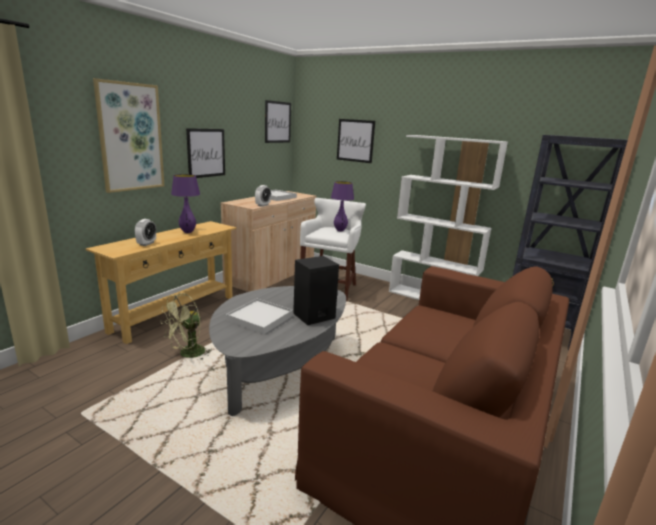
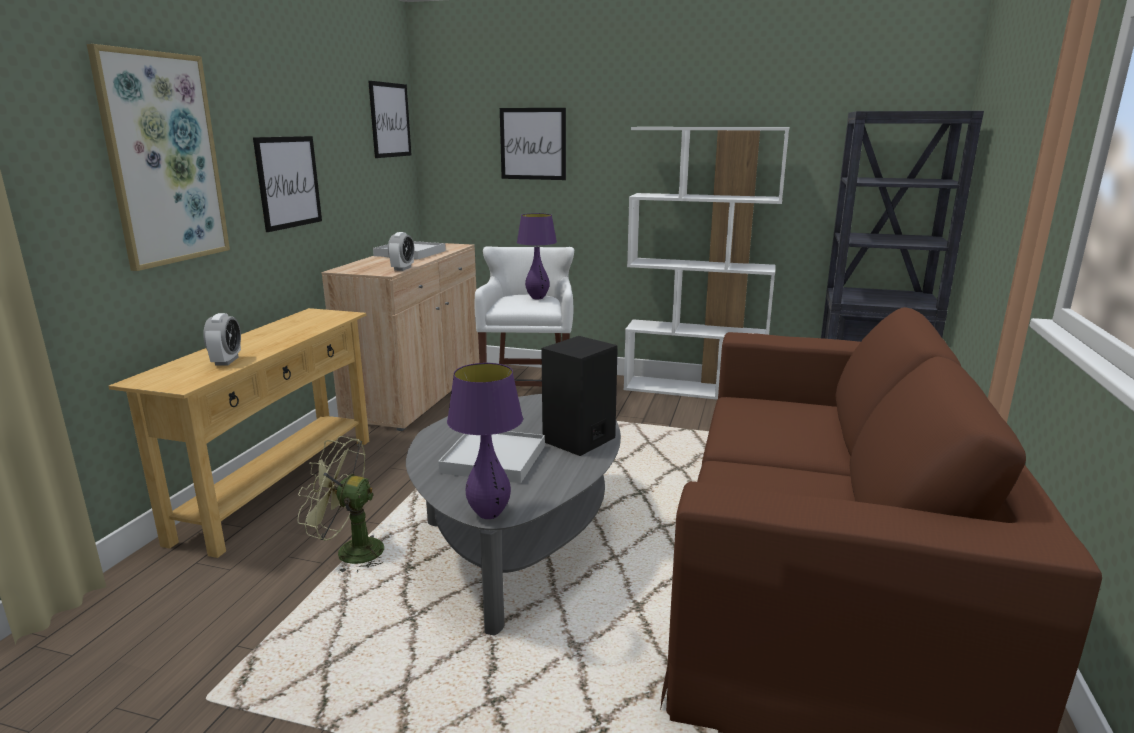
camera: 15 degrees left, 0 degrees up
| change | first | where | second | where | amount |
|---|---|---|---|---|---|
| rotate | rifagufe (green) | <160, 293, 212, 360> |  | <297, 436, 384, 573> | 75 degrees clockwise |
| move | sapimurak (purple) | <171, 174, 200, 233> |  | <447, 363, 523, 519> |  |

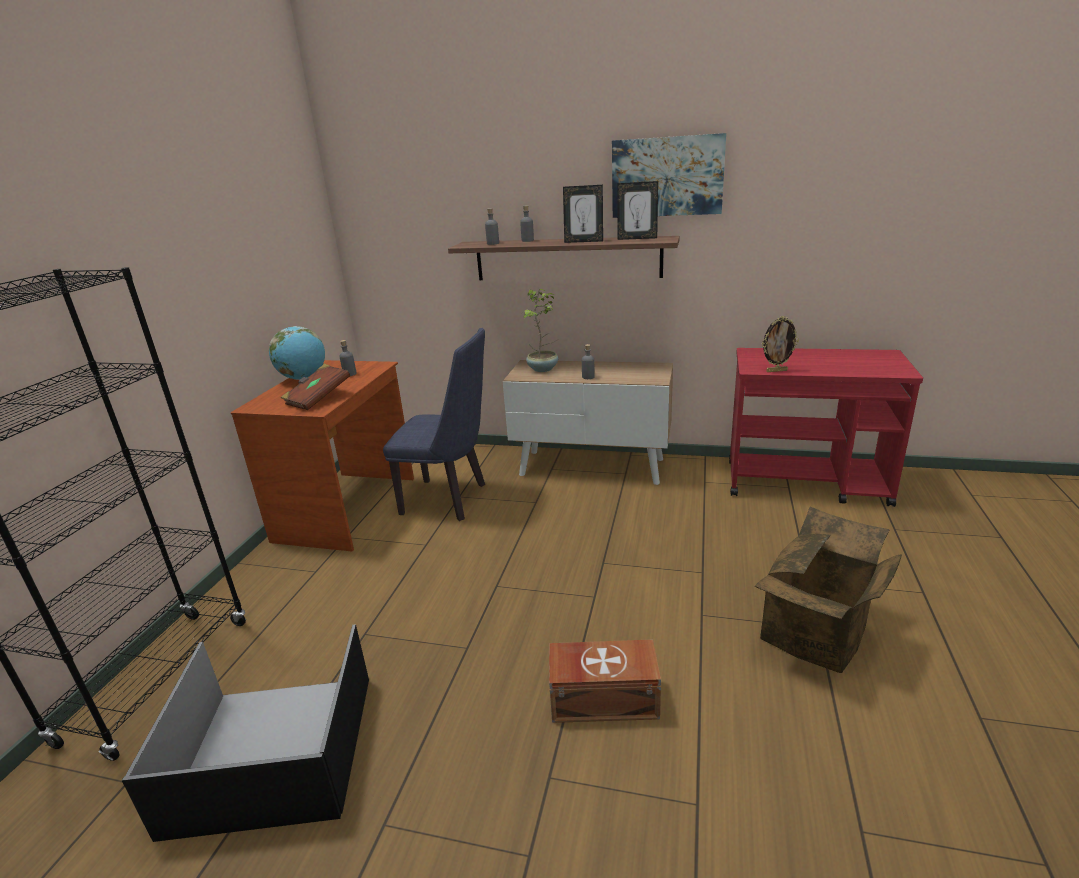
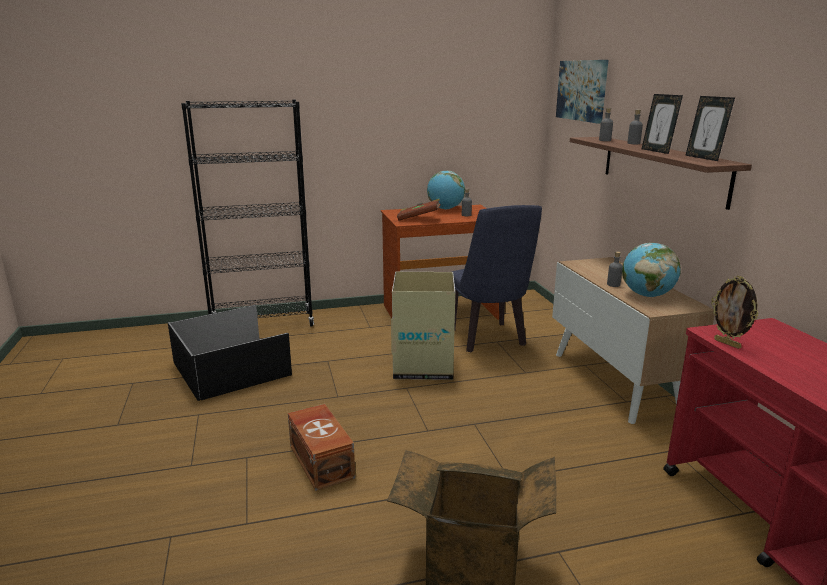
camera: 60 degrees right, 5 degrees down
| change | first | where | second | where | amount |
|---|---|---|---|---|---|
| delete | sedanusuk | <524, 289, 558, 372> |  |  |  |
| move | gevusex | <612, 133, 726, 218> |  | <556, 60, 608, 123> |  |
| insert |  |  | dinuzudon | <391, 272, 455, 380> |  |
| insert |  |  | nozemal | <622, 243, 681, 297> |  |

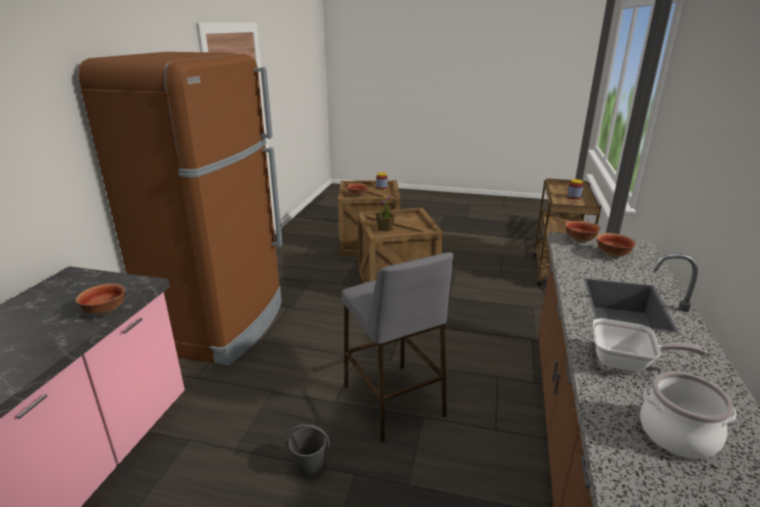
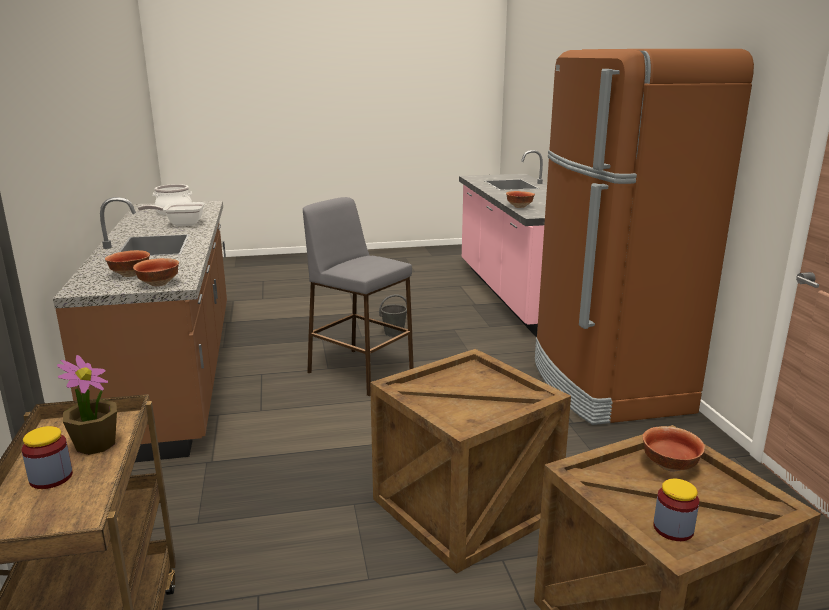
camera: 155 degrees right, 5 degrees down
| change | first | where | second | where | amount |
|---|---|---|---|---|---|
| move | sedanusuk | <376, 194, 395, 231> |  | <57, 355, 117, 455> |  |

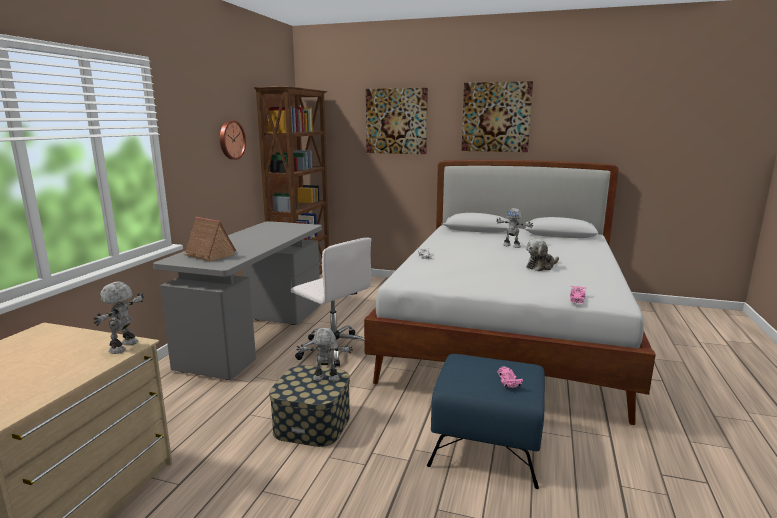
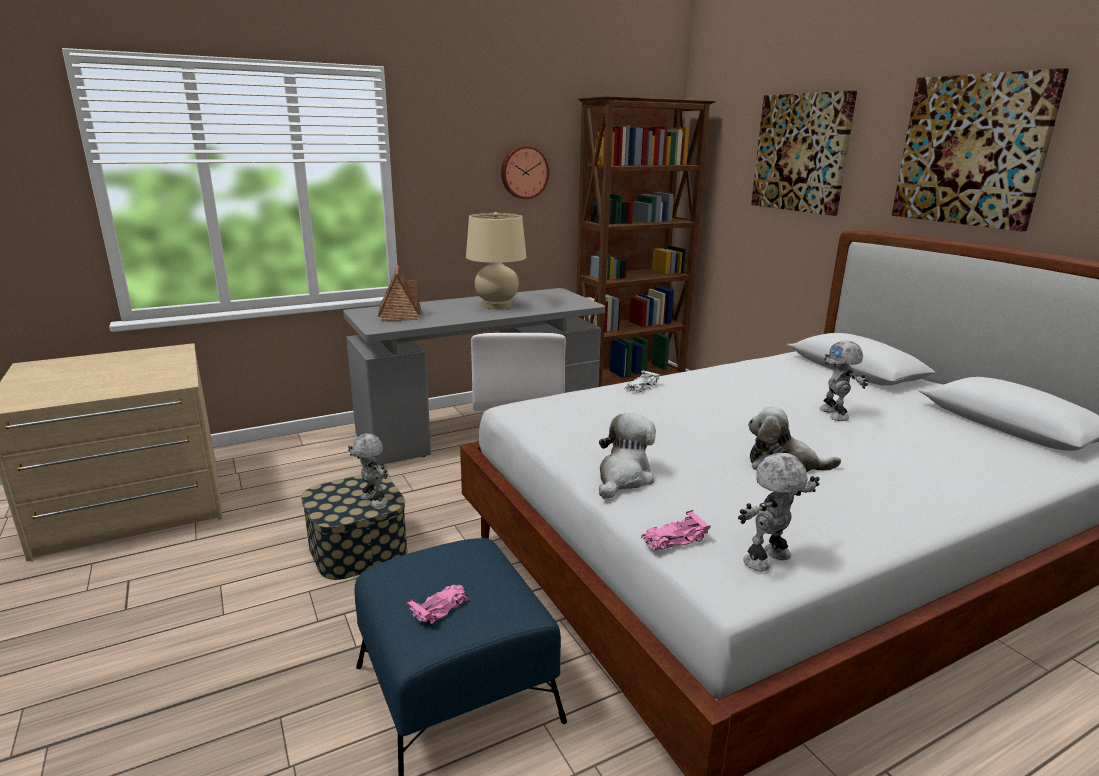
camera: 45 degrees right, 5 degrees up
| change | first | where | second | where | amount |
|---|---|---|---|---|---|
| move | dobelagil | <93, 282, 144, 354> |  | <738, 453, 820, 572> |  |
| insert |  |  | sapimurak (beige) | <466, 212, 527, 310> |  |
| insert |  |  | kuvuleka | <599, 413, 656, 499> |  |

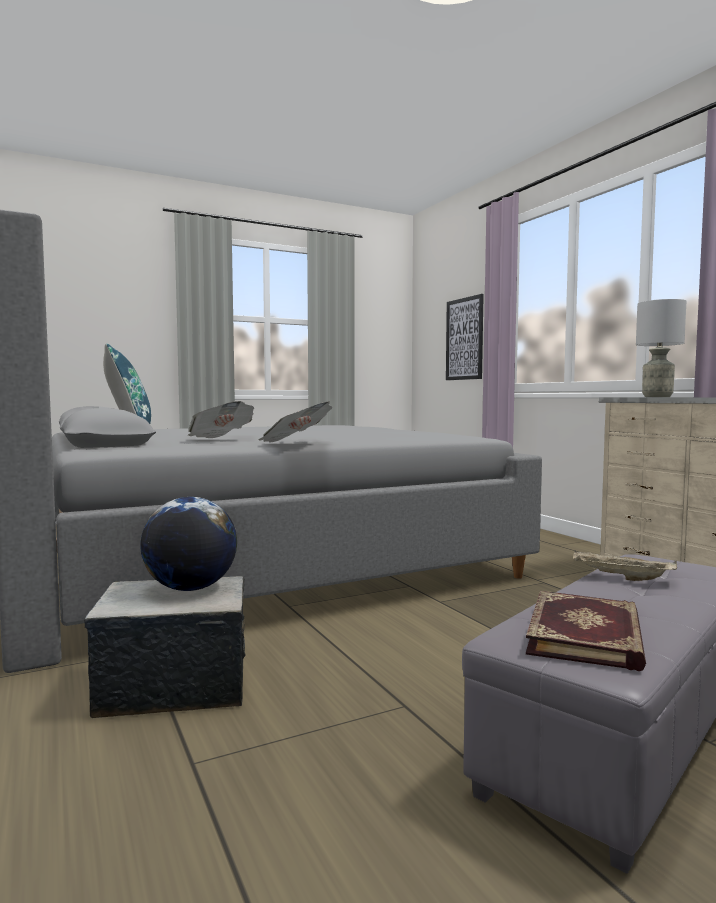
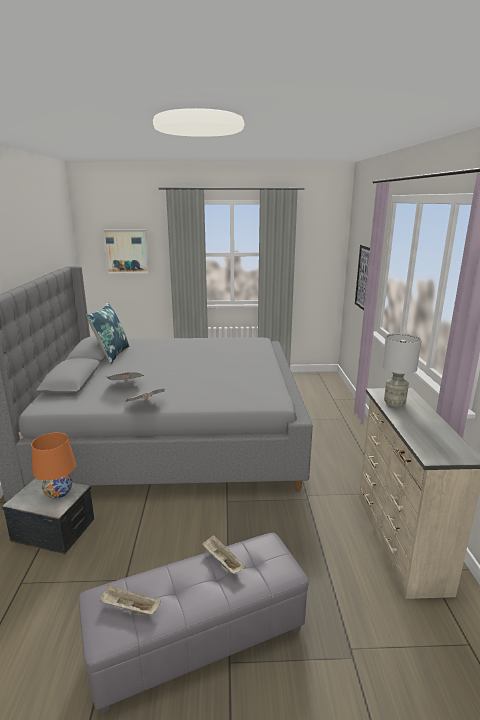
camera: 25 degrees right, 15 degrees up
| change | first | where | second | where | amount |
|---|---|---|---|---|---|
| replace | nozemal | <140, 497, 237, 591> | sapimurak (orange) | <31, 433, 76, 499> |  |
| replace | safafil | <526, 591, 646, 671> | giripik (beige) | <100, 585, 161, 614> |  |
| insert |  |  | gevusex | <103, 230, 150, 273> |  |

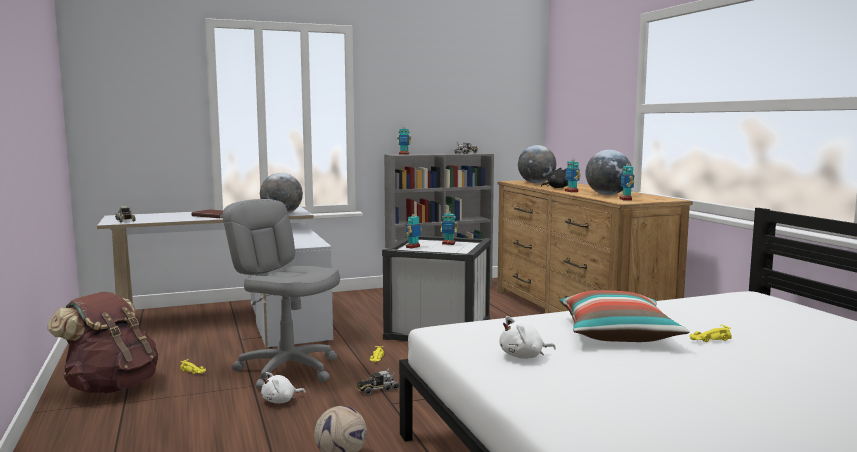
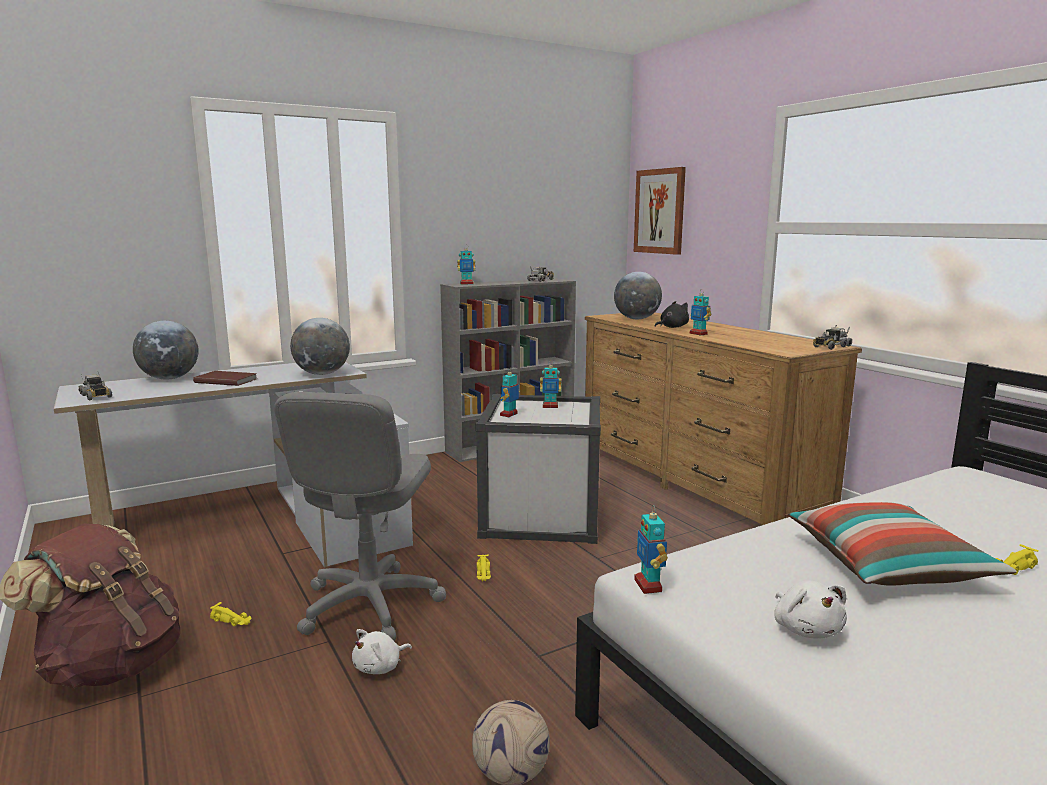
camera: 10 degrees left, 5 degrees up
| change | first | where | second | where | amount |
|---|---|---|---|---|---|
| rotate | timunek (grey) | <222, 199, 340, 389> |  | <274, 391, 446, 641> | 105 degrees counterclockwise |
| move | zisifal | <356, 368, 399, 395> |  | <813, 325, 852, 350> |  |
| rotate | kuvuleka (white) | <499, 316, 556, 359> |  | <774, 580, 847, 639> | 75 degrees counterclockwise |
| move | nozemal | <585, 150, 631, 195> |  | <133, 321, 199, 379> |  |
| move | dobelagil | <619, 163, 634, 200> |  | <634, 505, 668, 594> |  |
| insert |  |  | gevusex | <634, 167, 686, 255> |  |

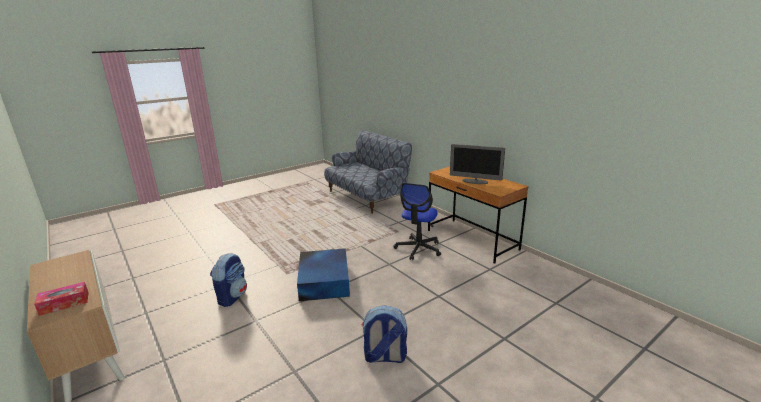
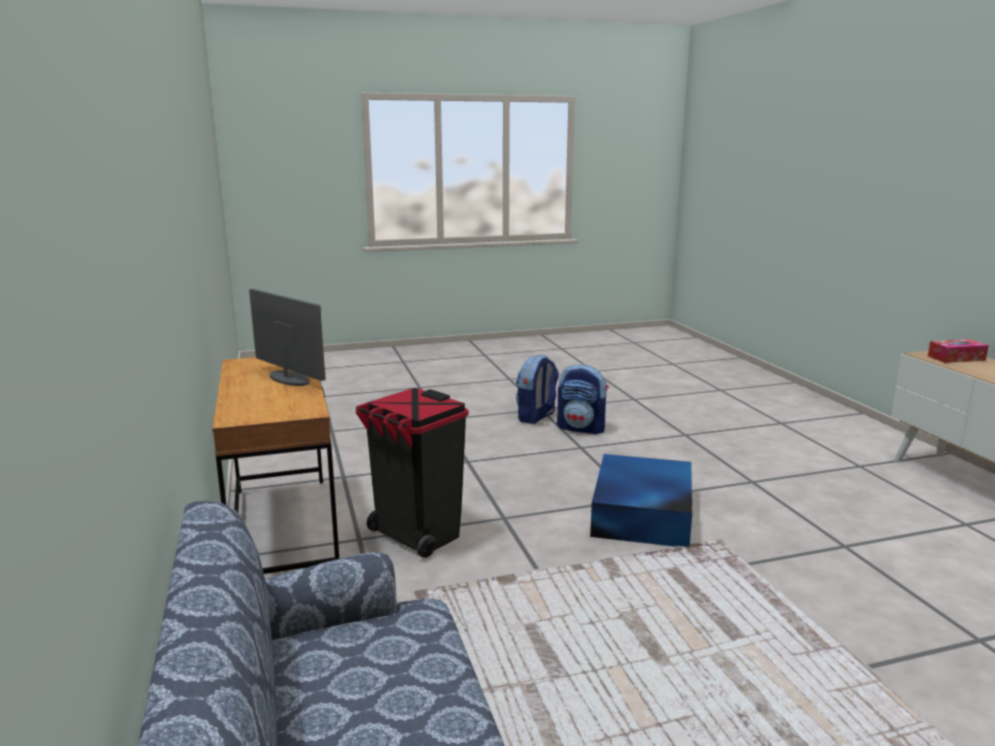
camera: 160 degrees left, 5 degrees down
| change | first | where | second | where | amount |
|---|---|---|---|---|---|
| move | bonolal | <210, 253, 247, 307> |  | <516, 355, 559, 424> |  |
| replace | timunek | <393, 183, 441, 260> | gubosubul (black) | <356, 388, 469, 558> |  |

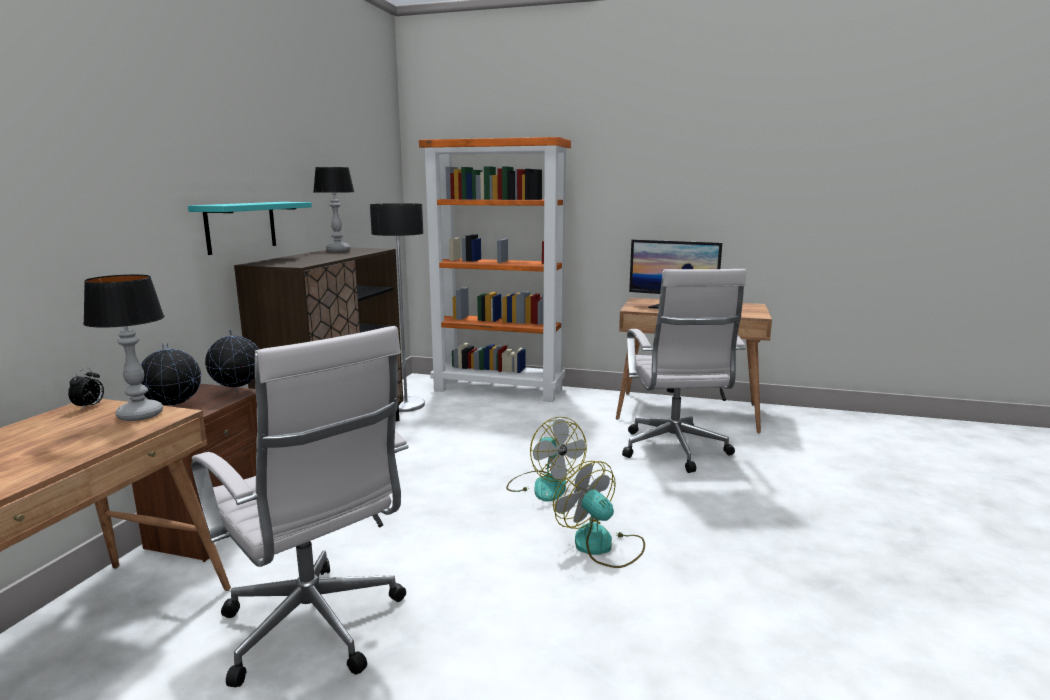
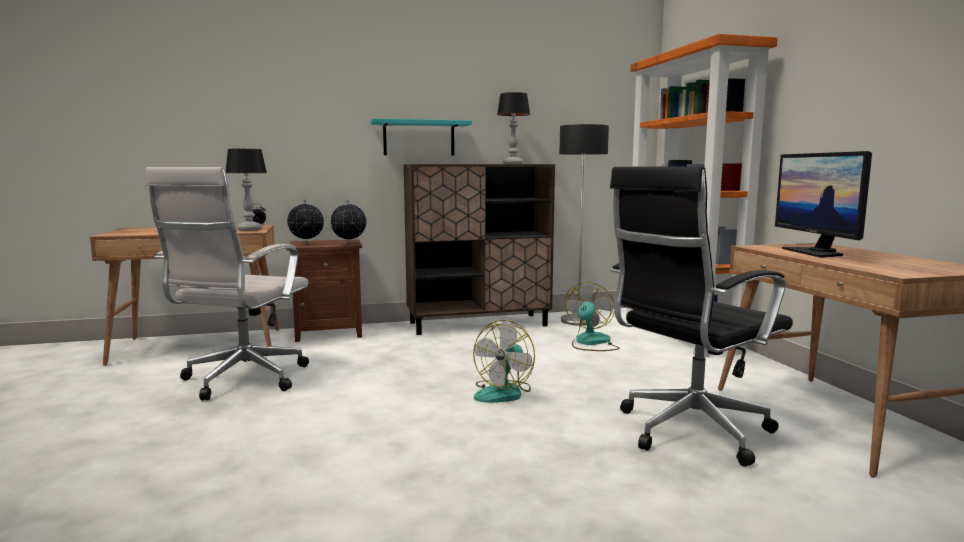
camera: 60 degrees right, 5 degrees down
| change | first | where | second | where | amount |
|---|---|---|---|---|---|
| move | rifagufe | <553, 461, 645, 568> |  | <565, 282, 620, 351> |  |
| recolor | timunek (white) | <622, 269, 746, 473> | timunek (black) | <610, 166, 793, 467> |  |

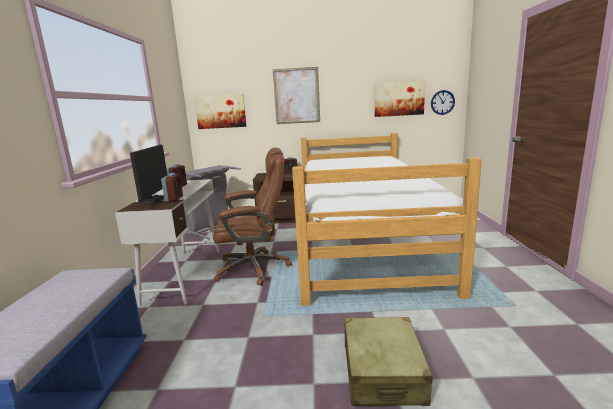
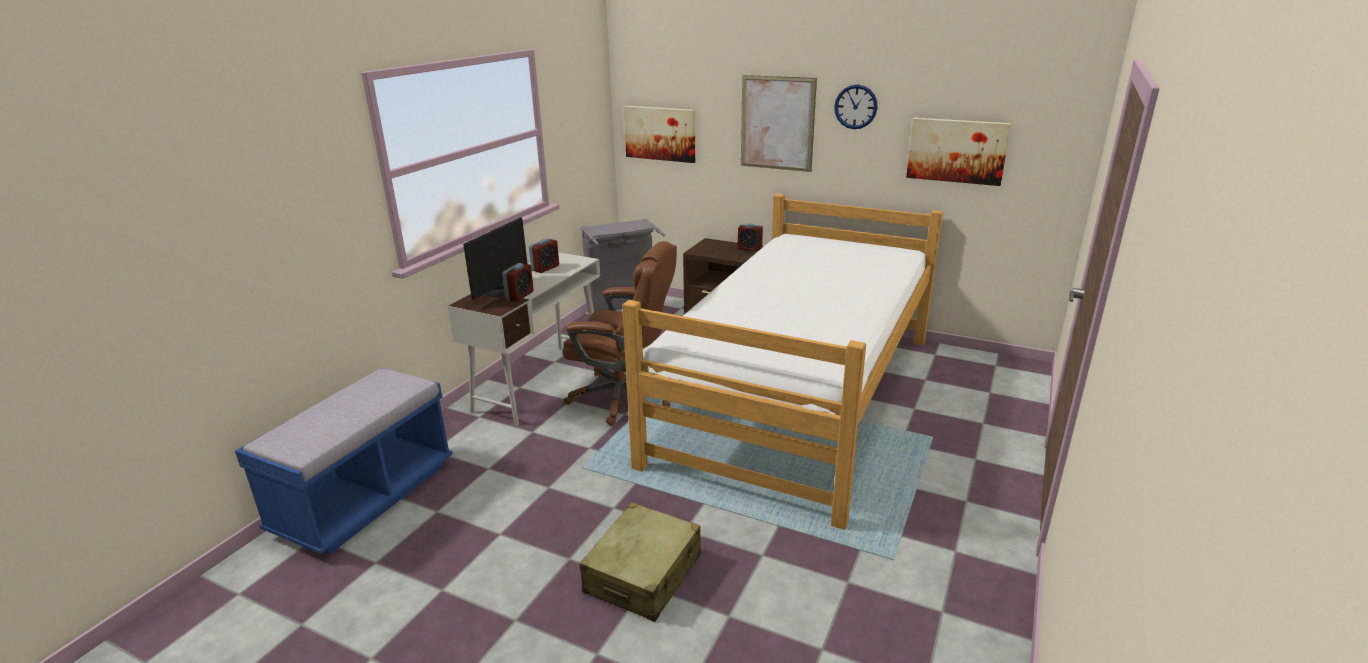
camera: 25 degrees right, 10 degrees up
| change | first | where | second | where | amount |
|---|---|---|---|---|---|
| move | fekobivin | <431, 90, 455, 115> |  | <834, 85, 877, 129> |  |

